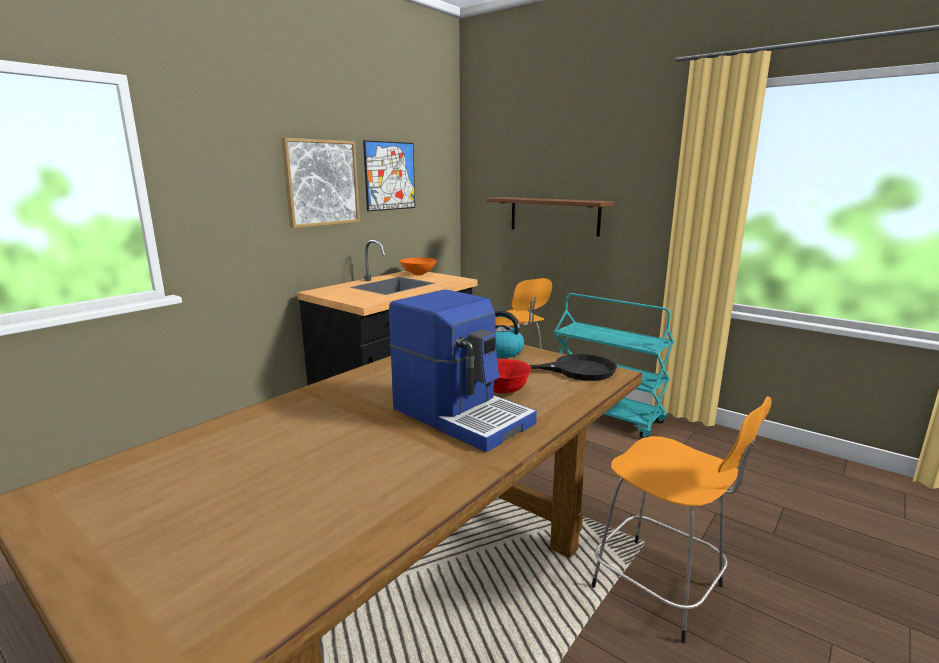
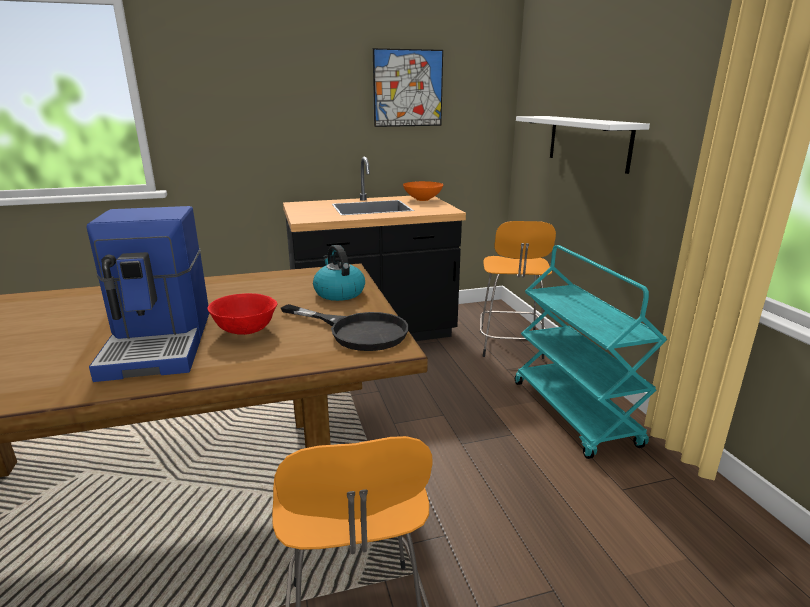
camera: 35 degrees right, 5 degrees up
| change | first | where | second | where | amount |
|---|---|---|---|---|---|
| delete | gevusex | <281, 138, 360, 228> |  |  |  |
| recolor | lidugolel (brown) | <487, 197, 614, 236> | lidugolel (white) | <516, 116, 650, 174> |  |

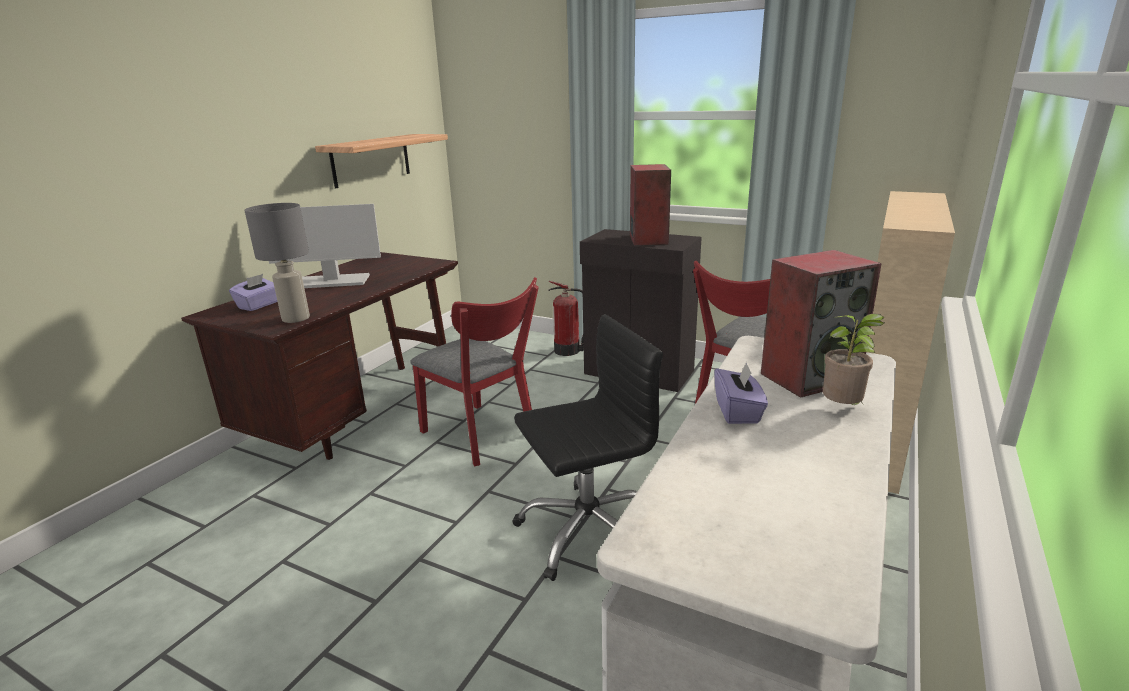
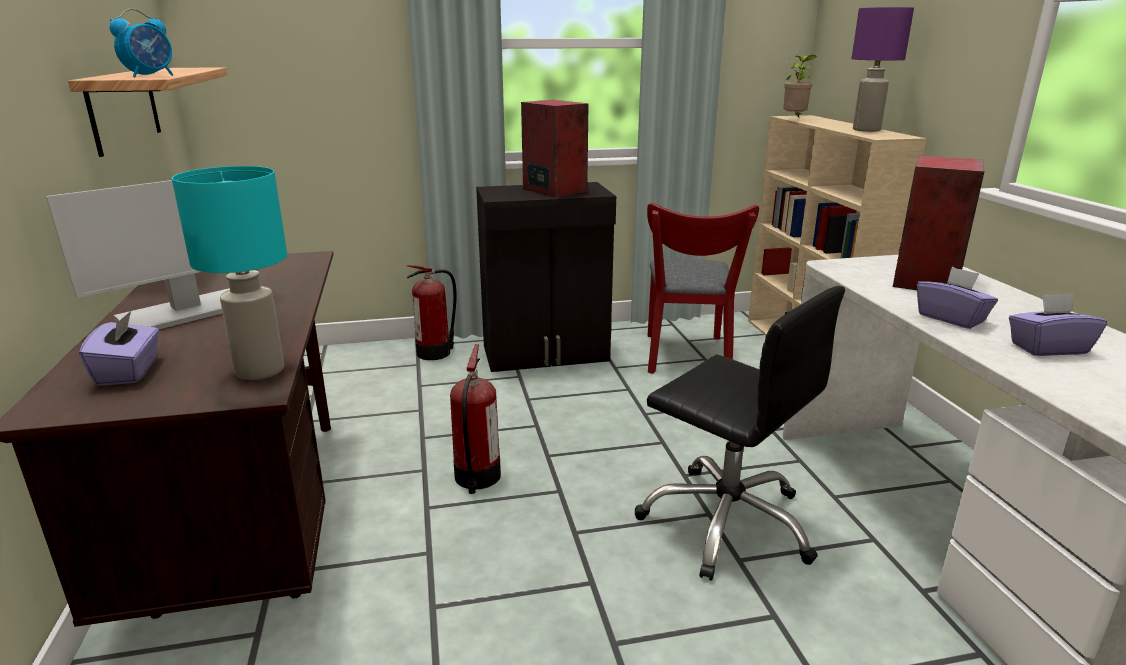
camera: 40 degrees left, 0 degrees up
| change | first | where | second | where | amount |
|---|---|---|---|---|---|
| recolor | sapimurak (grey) | <244, 203, 310, 323> | sapimurak (turquoise) | <172, 166, 287, 380> |  |
| replace | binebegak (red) | <410, 277, 539, 466> | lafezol | <450, 344, 501, 494> |  |
| rotate | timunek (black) | <512, 314, 663, 581> |  | <635, 286, 845, 581> | 105 degrees clockwise |
| move | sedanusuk | <823, 314, 885, 405> |  | <783, 55, 817, 117> |  |
| insert |  |  | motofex | <110, 8, 173, 77> |  |
| insert |  |  | sapimurak (purple) | <852, 7, 914, 132> |  |
| insert |  |  | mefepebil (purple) | <1009, 294, 1107, 356> |  |

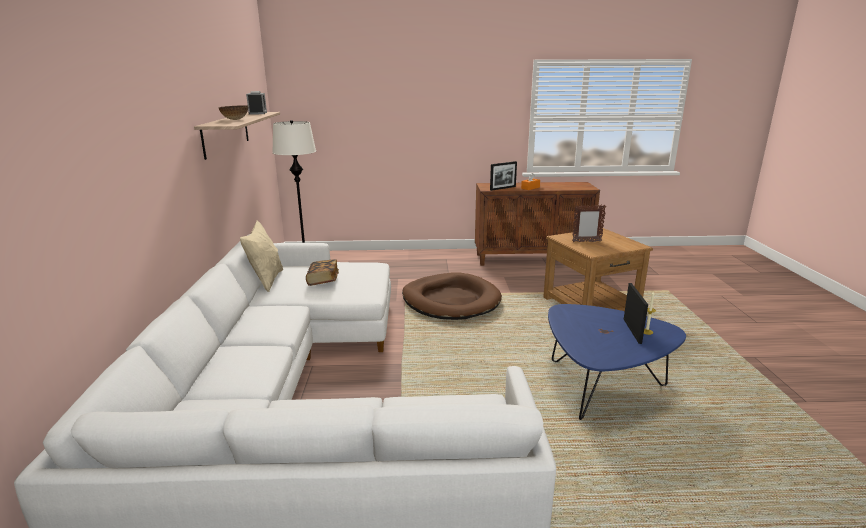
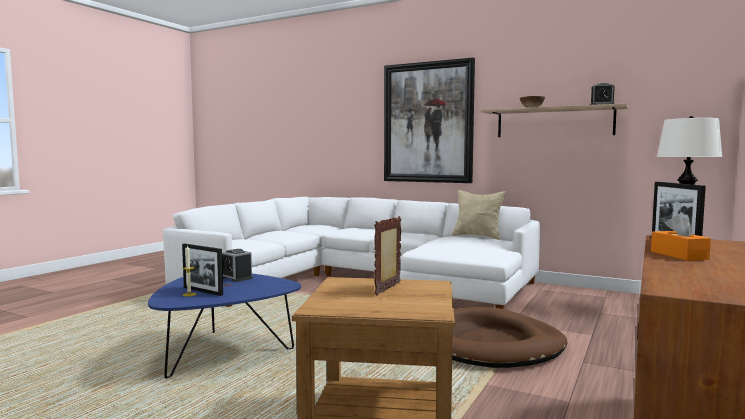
camera: 120 degrees right, 15 degrees down
| change | first | where | second | where | amount |
|---|---|---|---|---|---|
| delete | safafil | <306, 259, 339, 286> |  |  |  |
| insert |  |  | motofex | <222, 249, 253, 282> |  |
| insert |  |  | gevusex | <384, 58, 475, 183> |  |

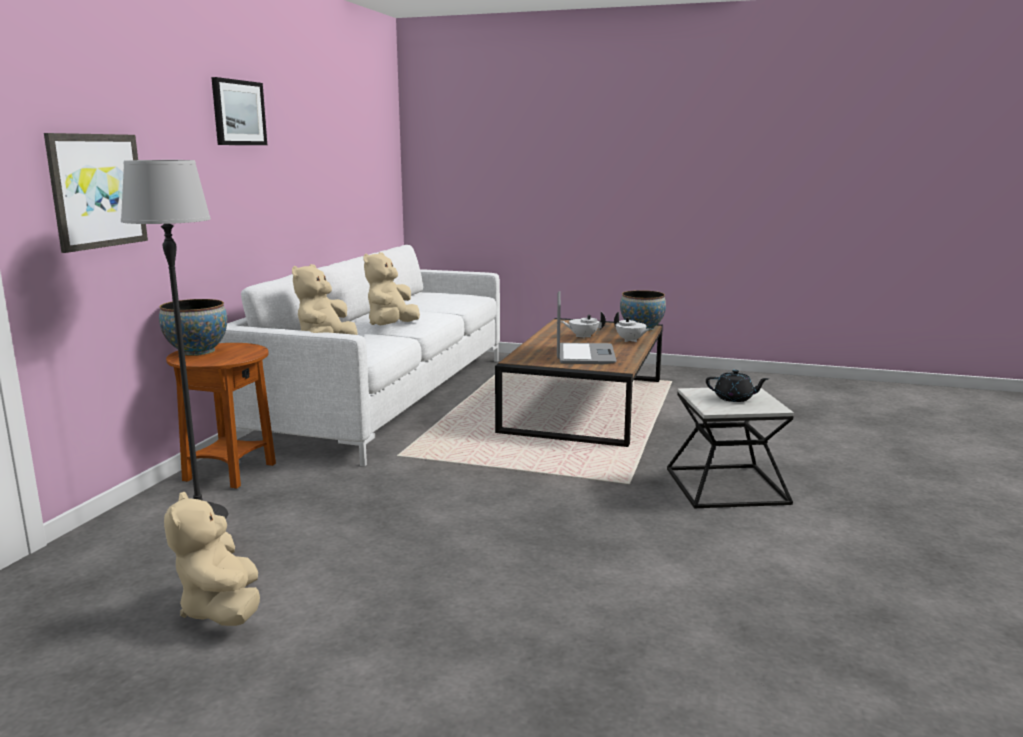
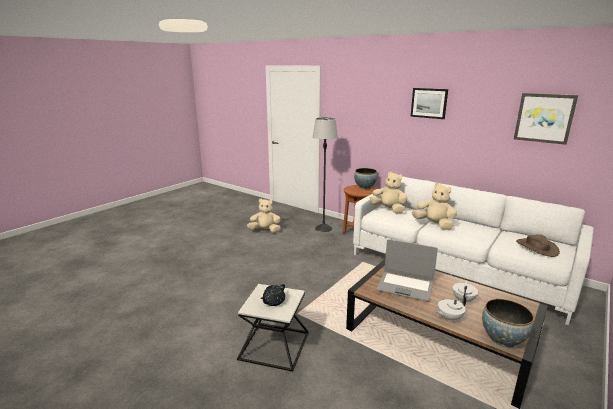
camera: 110 degrees right, 5 degrees up
| change | first | where | second | where | amount |
|---|---|---|---|---|---|
| move | gevusex | <44, 133, 148, 253> |  | <514, 93, 578, 145> |  |
| insert |  |  | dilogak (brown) | <516, 234, 560, 257> |  |

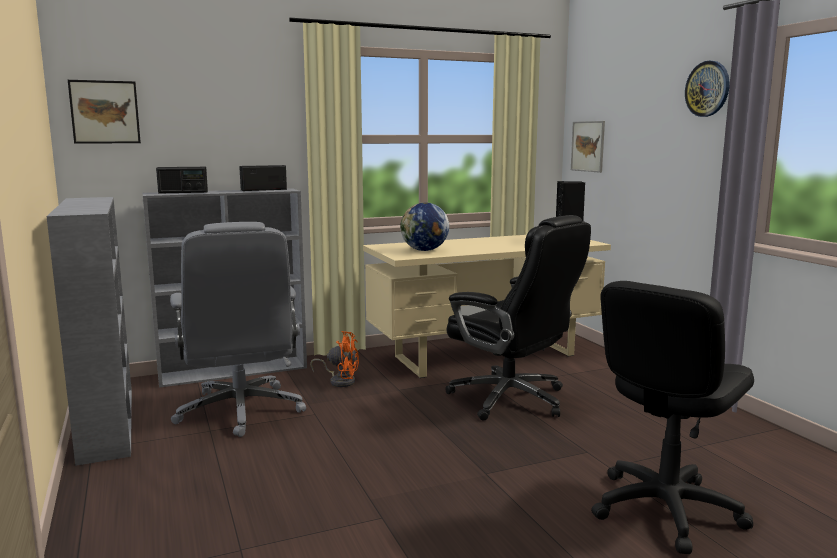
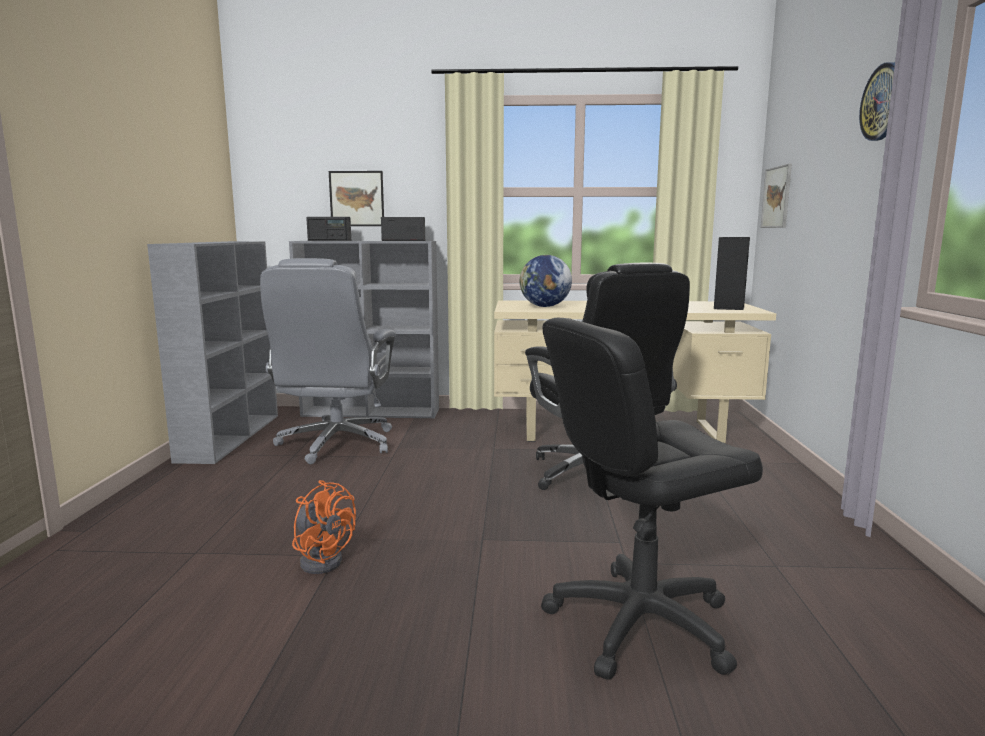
camera: 25 degrees right, 0 degrees up
| change | first | where | second | where | amount |
|---|---|---|---|---|---|
| move | gevusex | <68, 80, 141, 144> |  | <329, 171, 384, 226> |  |
| move | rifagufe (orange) | <310, 331, 359, 387> |  | <292, 480, 356, 574> |  |

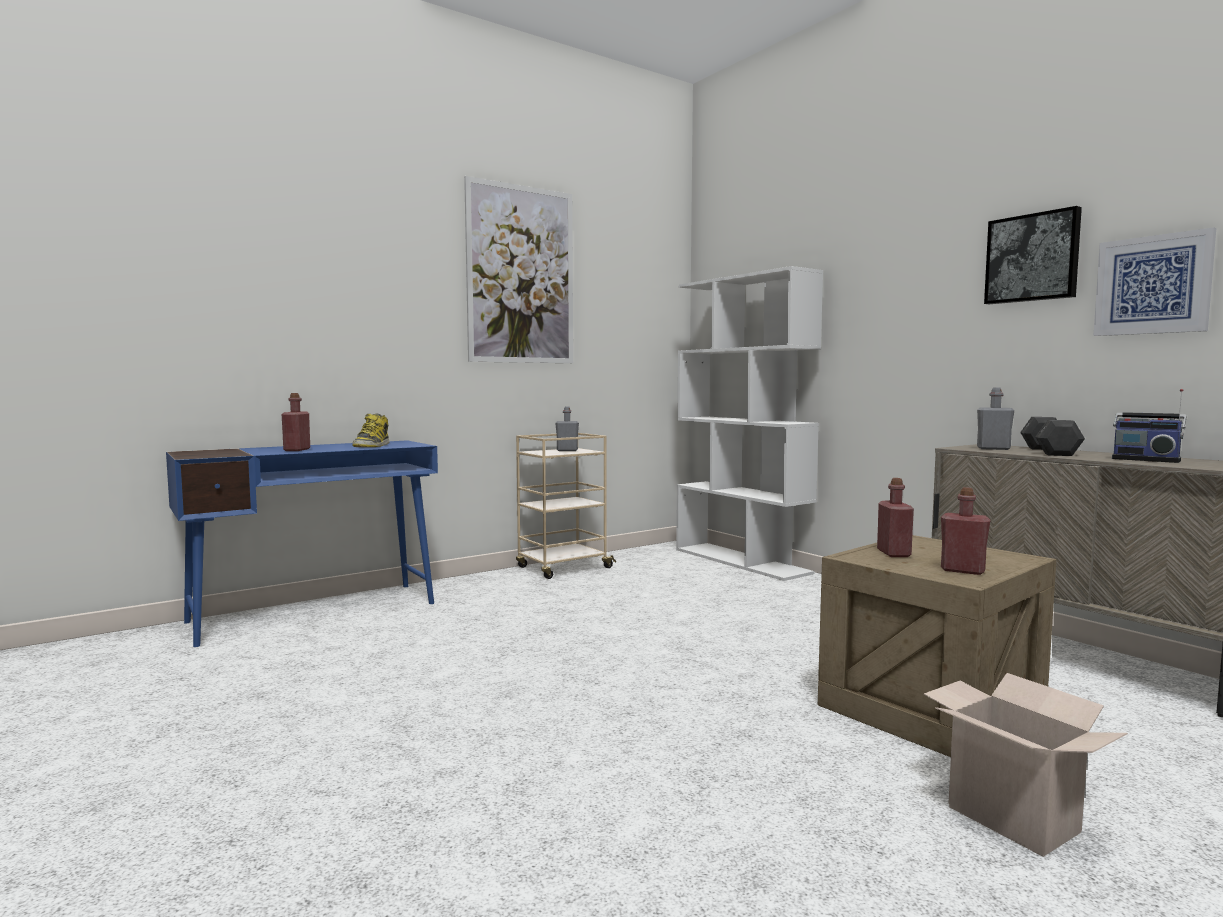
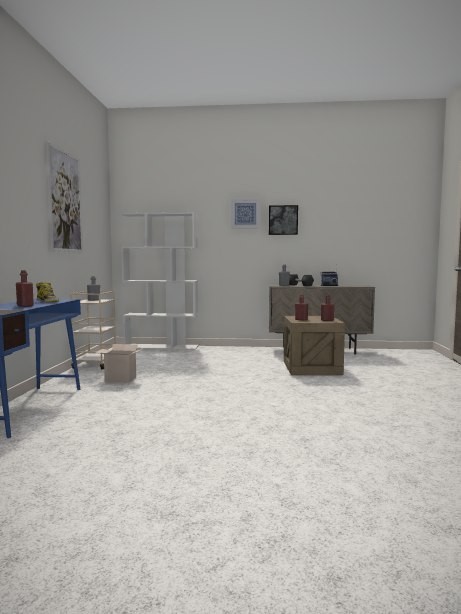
camera: 50 degrees left, 0 degrees up
| change | first | where | second | where | amount |
|---|---|---|---|---|---|
| move | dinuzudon | <924, 673, 1128, 857> |  | <95, 344, 143, 383> |  |
| move | gevusex | <1093, 227, 1216, 336> |  | <231, 199, 260, 229> |  |

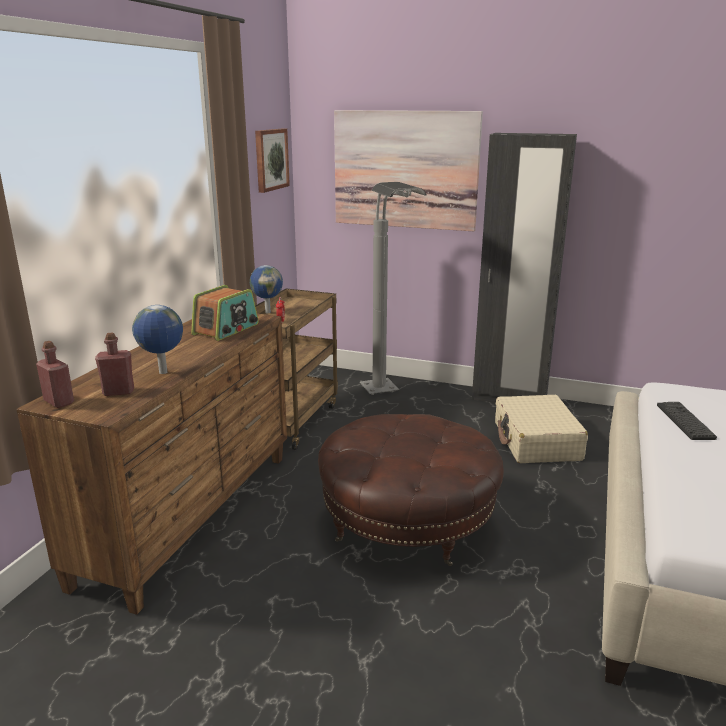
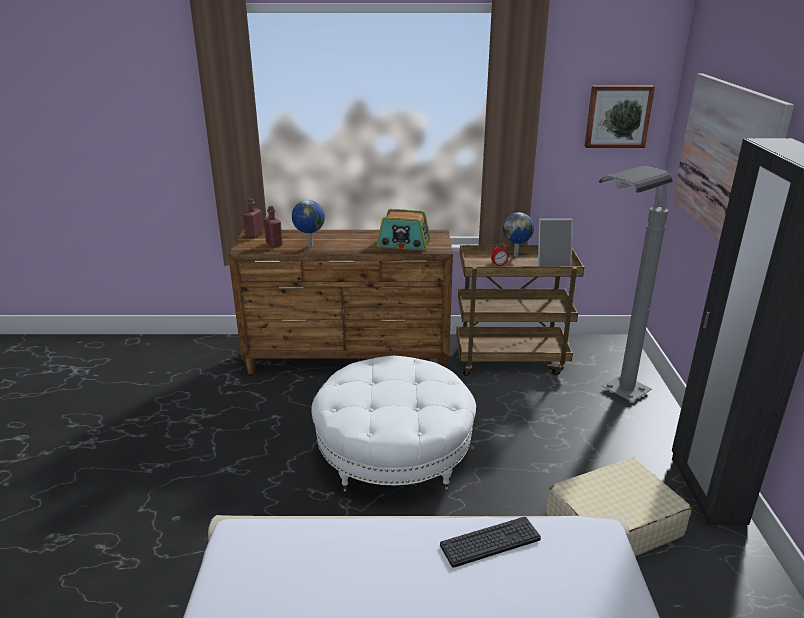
camera: 70 degrees right, 5 degrees up
| change | first | where | second | where | amount |
|---|---|---|---|---|---|
| recolor | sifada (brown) | <318, 414, 504, 566> | sifada (white) | <311, 356, 476, 492> |  |
| insert |  |  | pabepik | <538, 219, 573, 266> |  |

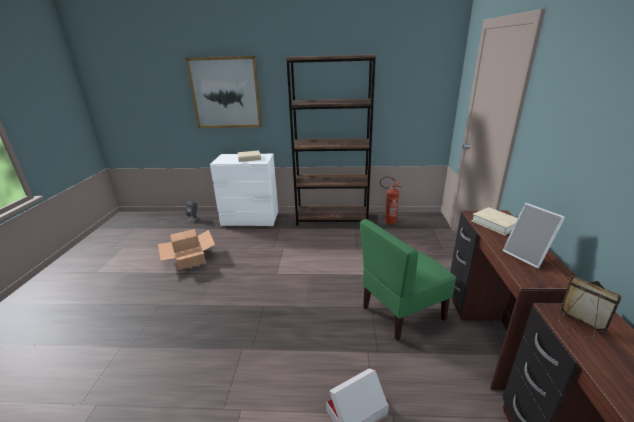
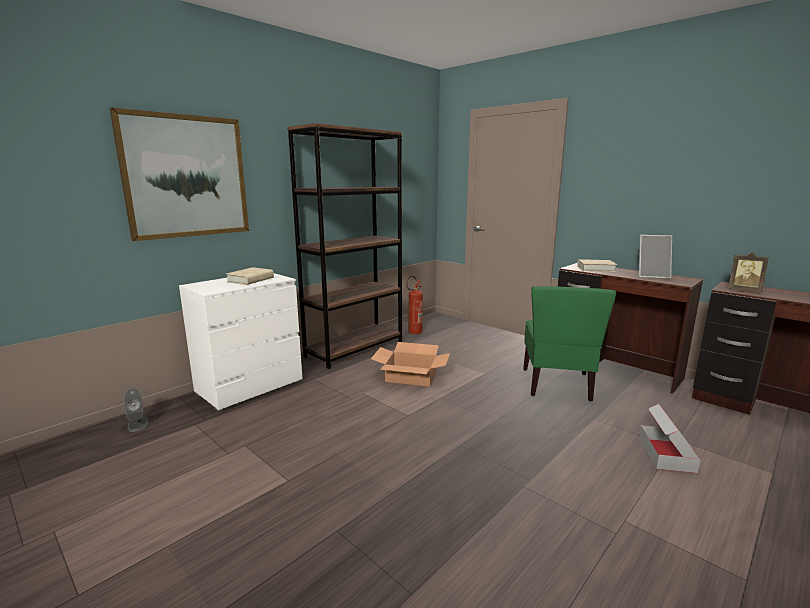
camera: 50 degrees left, 10 degrees down
| change | first | where | second | where | amount |
|---|---|---|---|---|---|
| move | dinuzudon | <158, 229, 215, 270> |  | <371, 342, 450, 386> |  |
| rotate | pabepik | <558, 276, 622, 340> |  | <728, 252, 769, 292> | 150 degrees counterclockwise |

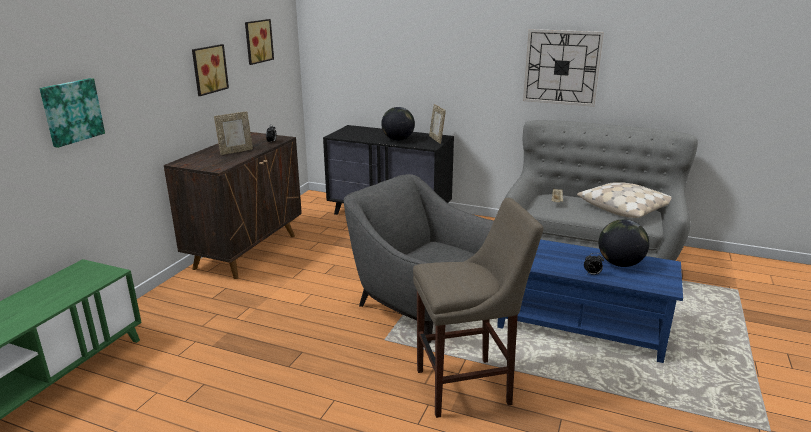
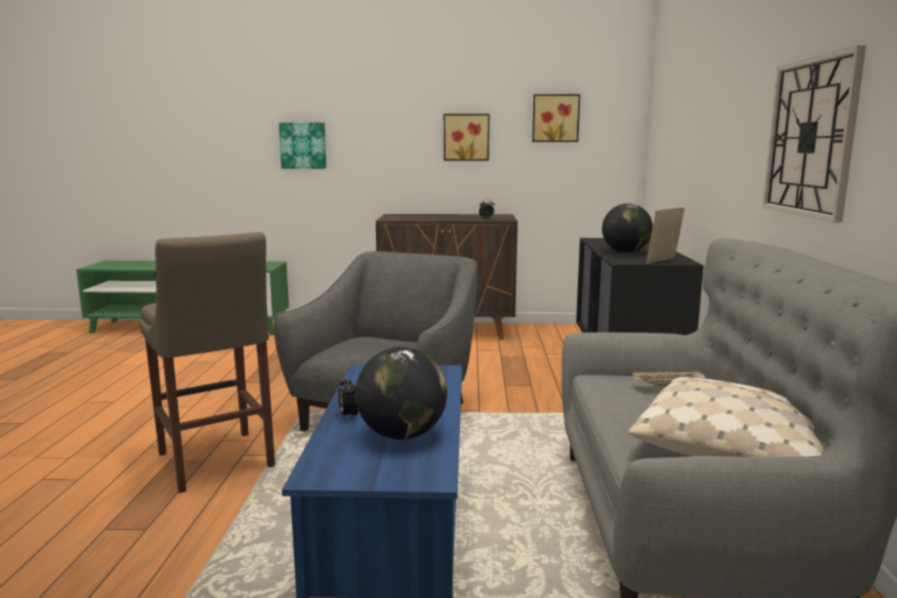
camera: 70 degrees right, 10 degrees down
| change | first | where | second | where | amount |
|---|---|---|---|---|---|
| delete | pabepik | <214, 111, 253, 155> |  |  |  |

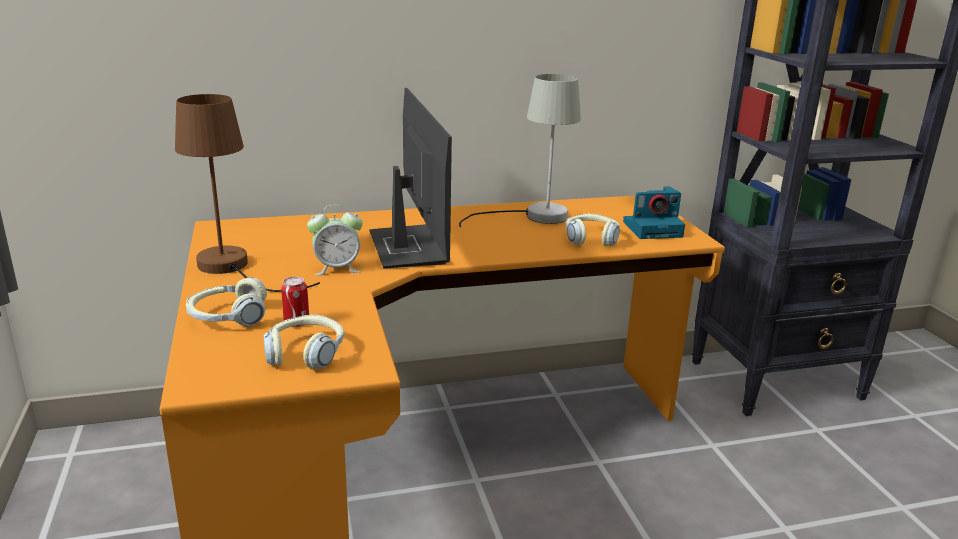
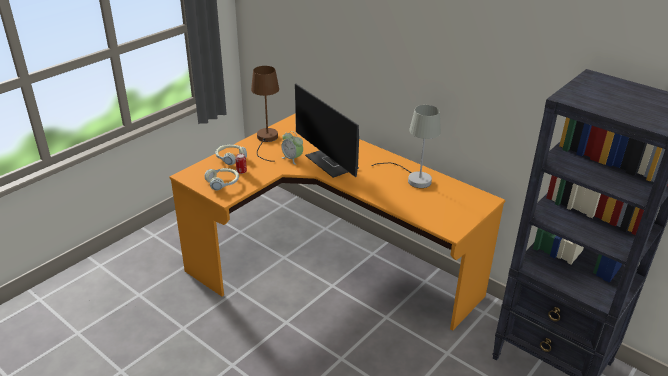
camera: 55 degrees right, 10 degrees up
| change | first | where | second | where | amount |
|---|---|---|---|---|---|
| rotate | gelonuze | <369, 88, 452, 269> |  | <295, 83, 359, 178> | 105 degrees clockwise |
| delete | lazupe | <566, 213, 620, 246> |  |  |  |
| delete | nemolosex | <623, 186, 685, 239> |  |  |  |

